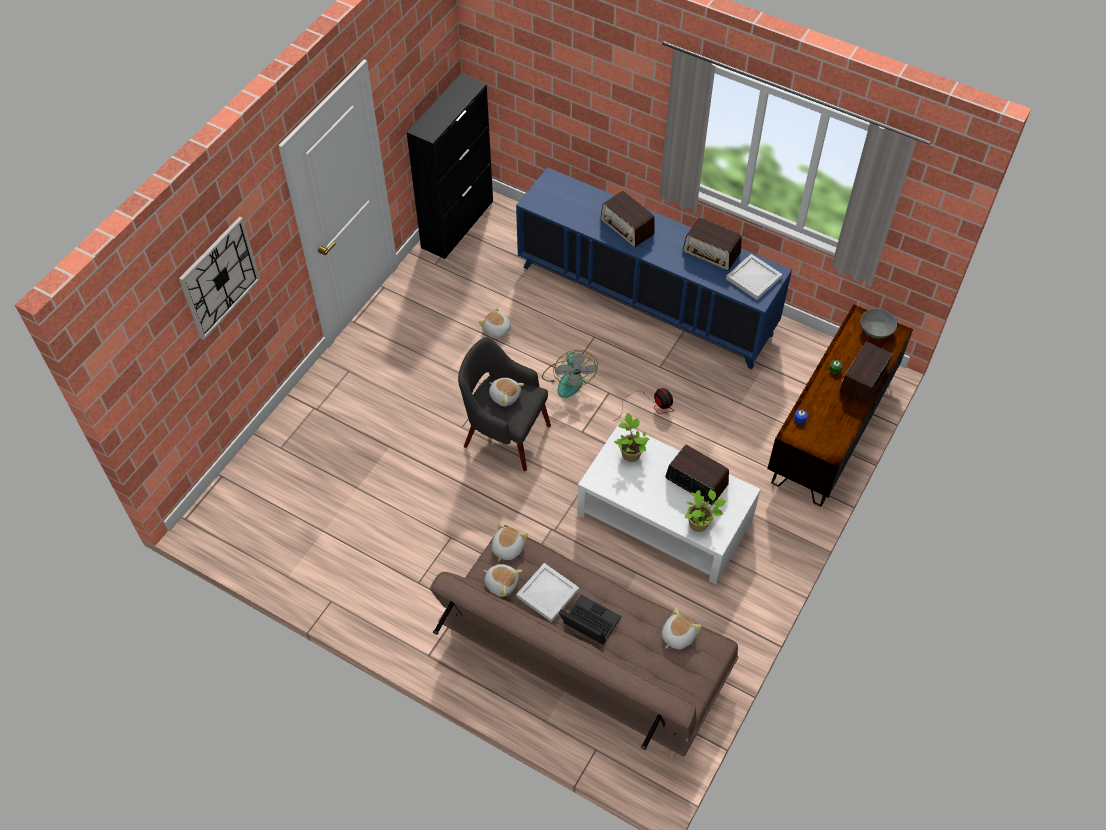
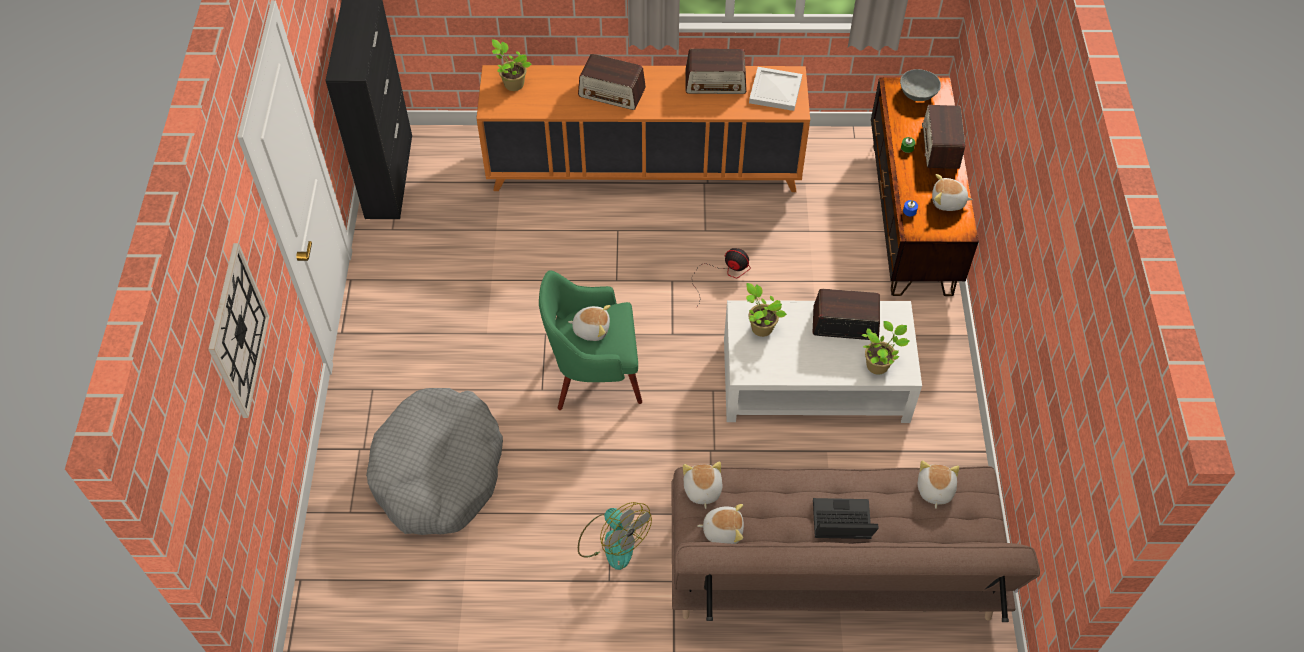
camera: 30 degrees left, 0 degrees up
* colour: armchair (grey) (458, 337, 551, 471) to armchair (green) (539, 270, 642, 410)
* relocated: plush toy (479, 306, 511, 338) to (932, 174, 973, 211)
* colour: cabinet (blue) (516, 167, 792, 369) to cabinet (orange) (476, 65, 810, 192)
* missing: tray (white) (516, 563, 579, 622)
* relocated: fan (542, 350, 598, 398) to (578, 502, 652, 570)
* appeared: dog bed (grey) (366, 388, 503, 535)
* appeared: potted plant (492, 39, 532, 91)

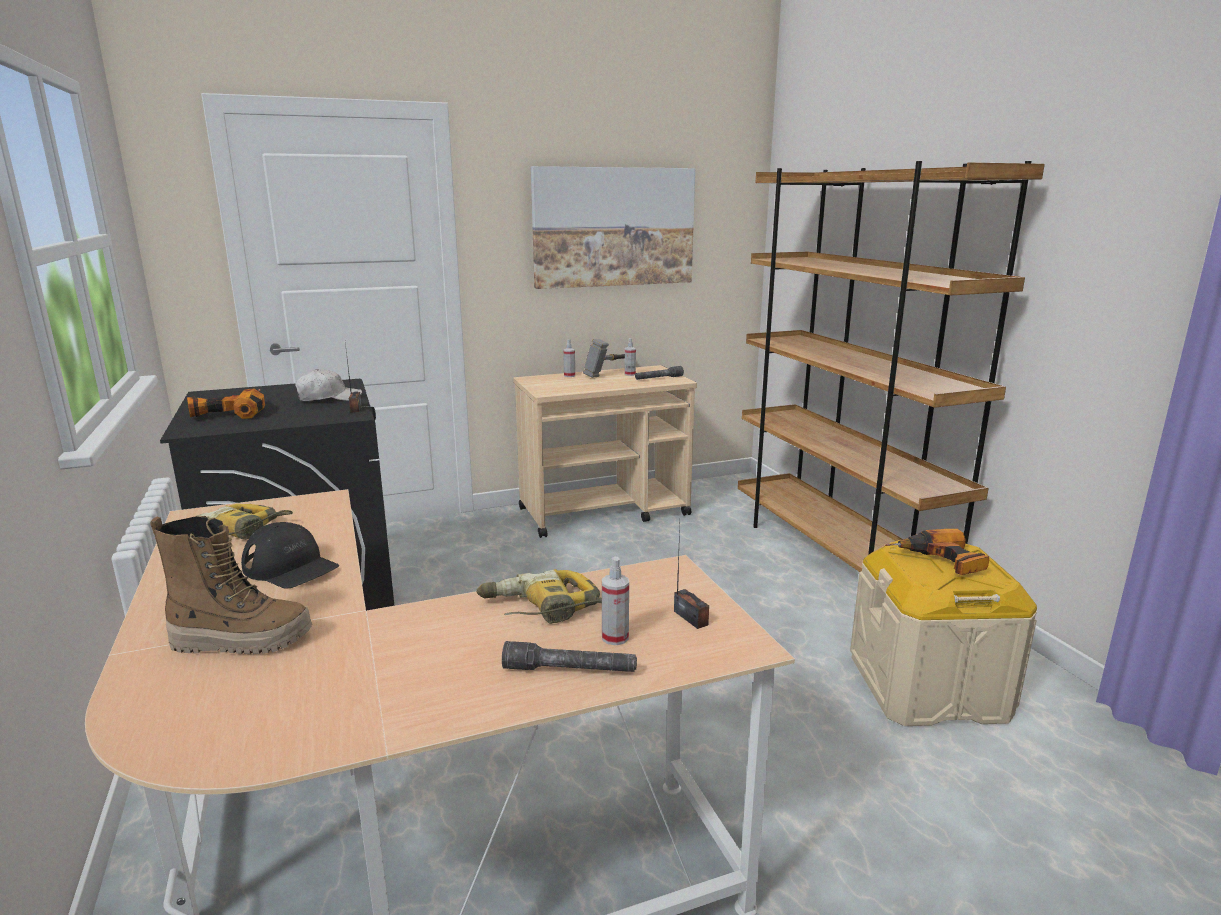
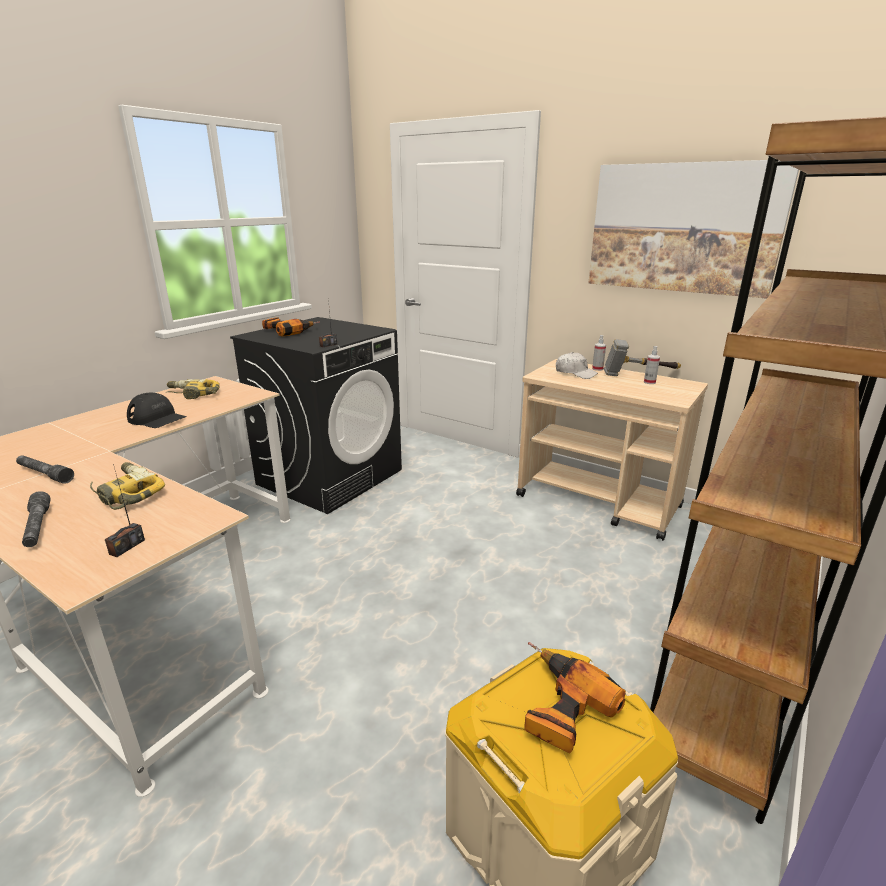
camera: 55 degrees right, 5 degrees up
* missing: boot (150, 516, 312, 654)
* spun: cap (black) (241, 522, 339, 589) = (127, 393, 187, 428) 60 degrees counterclockwise
* relocated: cap (white) (295, 369, 362, 401) to (556, 352, 598, 379)
* missing: spray bottle (602, 557, 629, 645)
* relocated: flashlight (grey) (635, 366, 684, 380) to (16, 455, 74, 484)

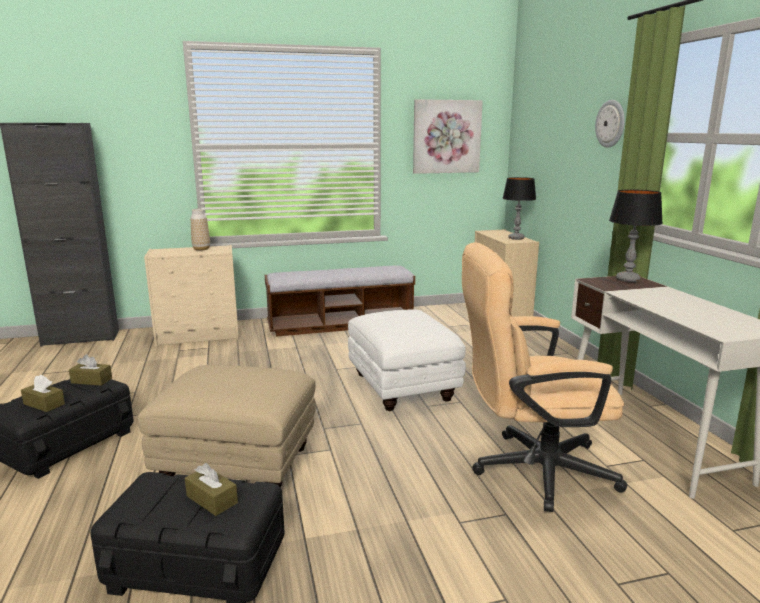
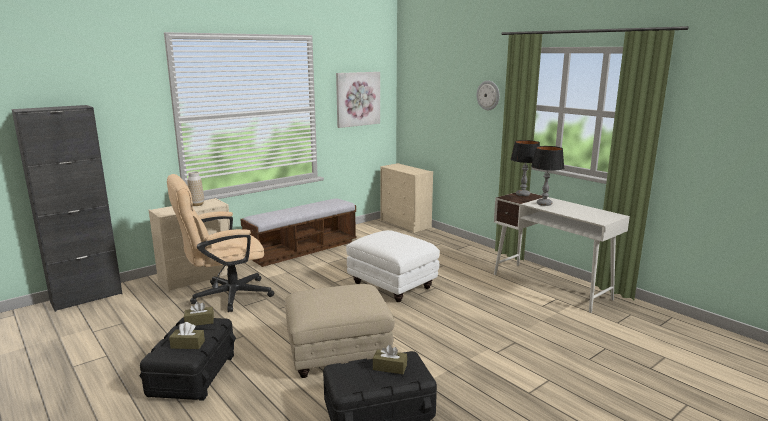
camera: 25 degrees left, 0 degrees up
* relocated: office chair (beige) (462, 242, 627, 512) to (167, 174, 274, 312)
* relocated: table lamp (502, 177, 536, 240) to (531, 146, 564, 206)

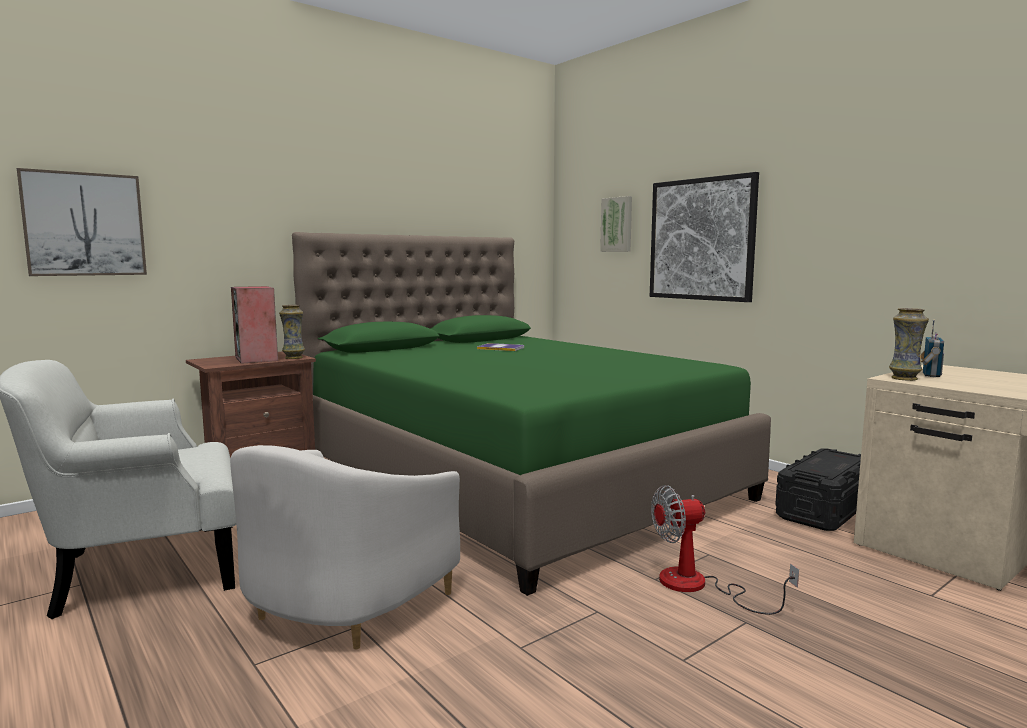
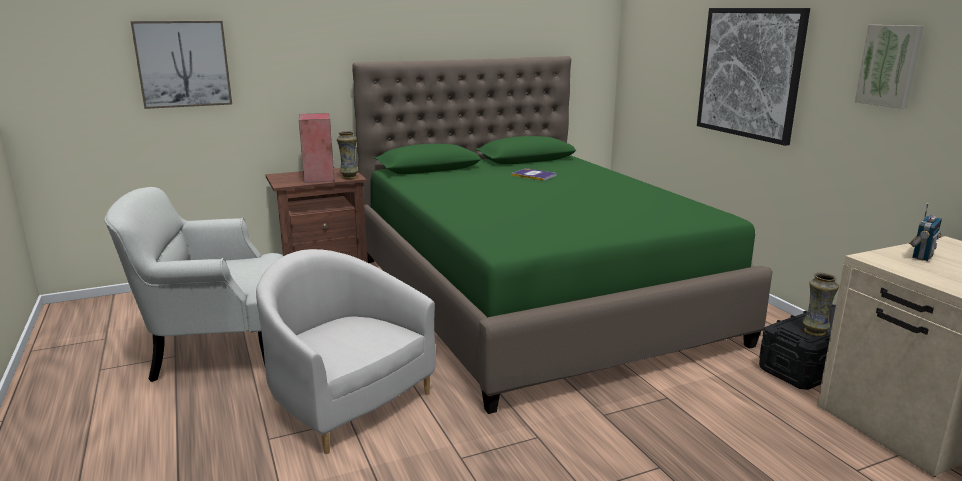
camera: 15 degrees right, 10 degrees up
* spun: armchair (white) (230, 445, 460, 649) = (256, 249, 436, 454) 90 degrees clockwise
* relocated: picture (600, 196, 632, 252) to (855, 25, 924, 109)
* missing: fan (651, 485, 799, 615)
* relocated: vase (889, 308, 929, 381) to (803, 273, 839, 336)

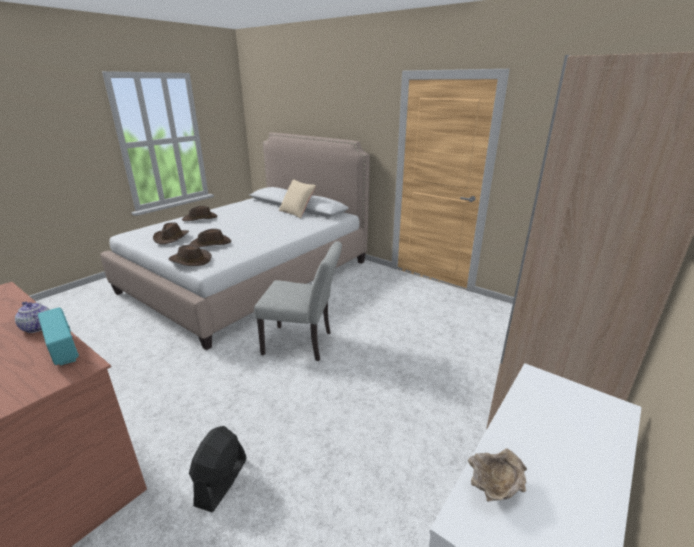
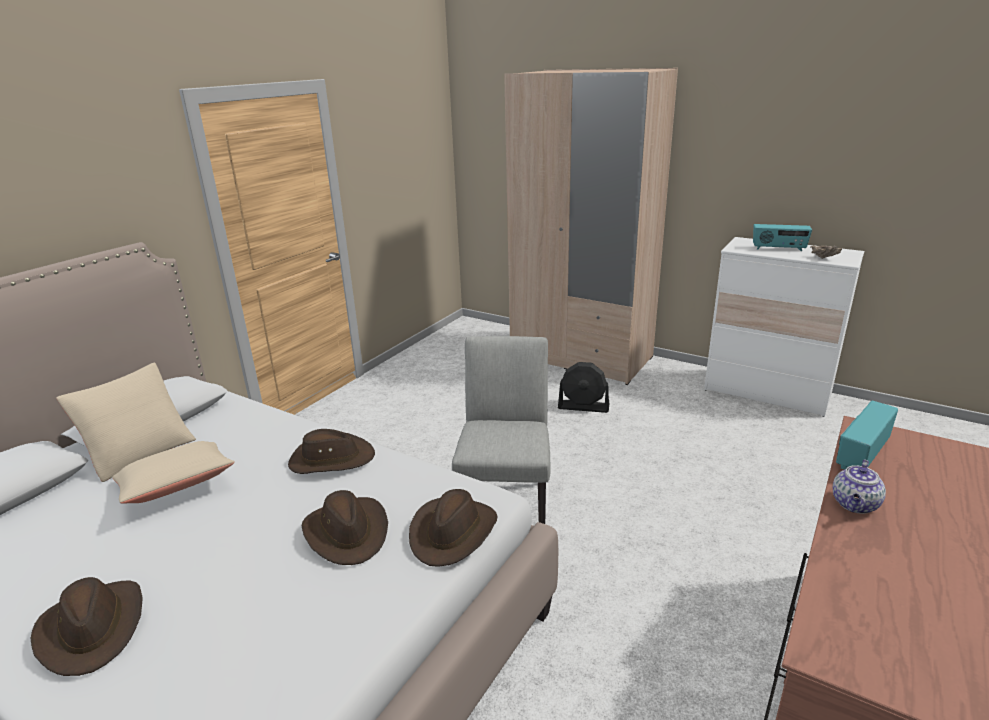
camera: 95 degrees left, 0 degrees up
* relocated: hat (brown) (153, 222, 189, 244) to (288, 429, 375, 474)
* relocated: fan (black) (189, 426, 247, 512) to (558, 362, 609, 413)
* appeared: pillow (beige) (112, 441, 235, 504)
* appeared: radio (753, 224, 812, 251)

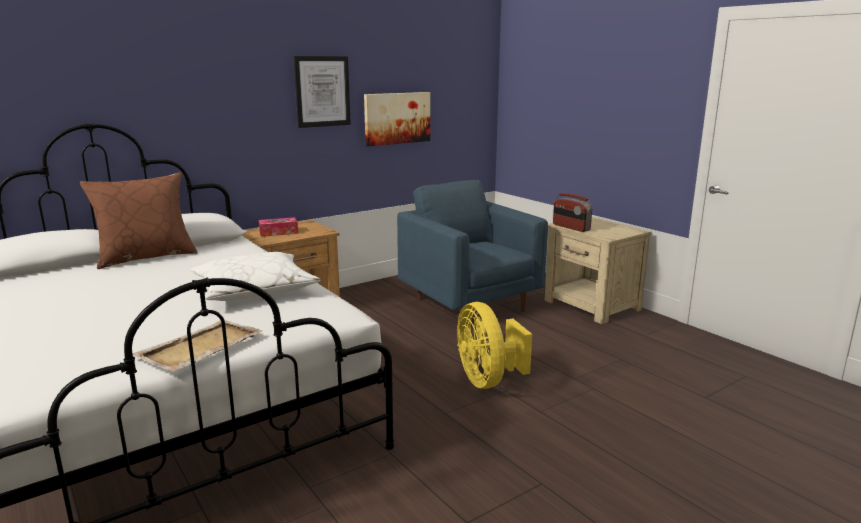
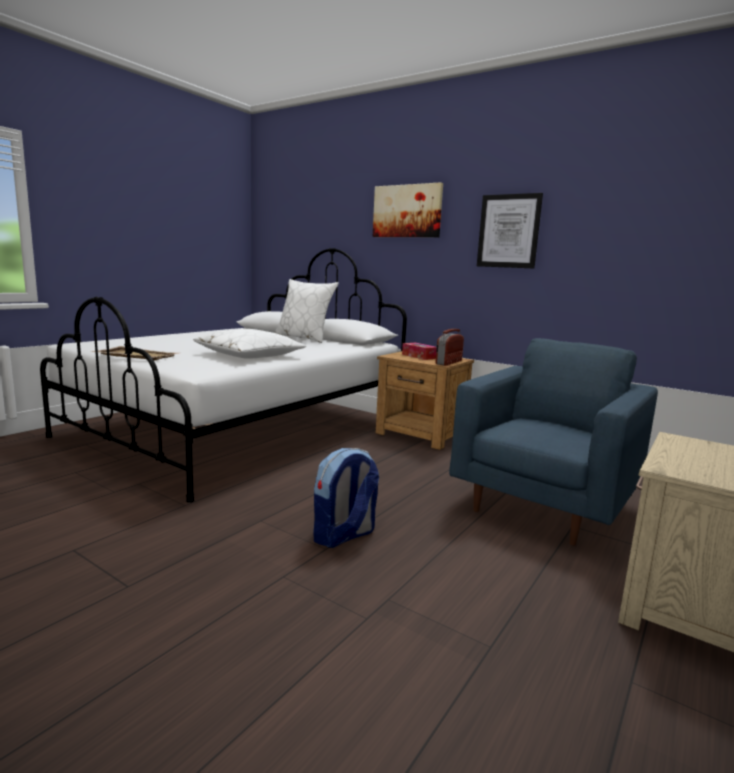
camera: 70 degrees right, 5 degrees down
* colour: pillow (brown) (80, 172, 198, 269) to pillow (white) (274, 279, 339, 343)
* relocated: picture (364, 92, 430, 146) to (373, 182, 443, 237)
* exchanged: fan (yellow) (457, 302, 532, 389) to backpack (313, 448, 379, 548)
* relocated: radio (553, 193, 592, 232) to (436, 329, 464, 366)

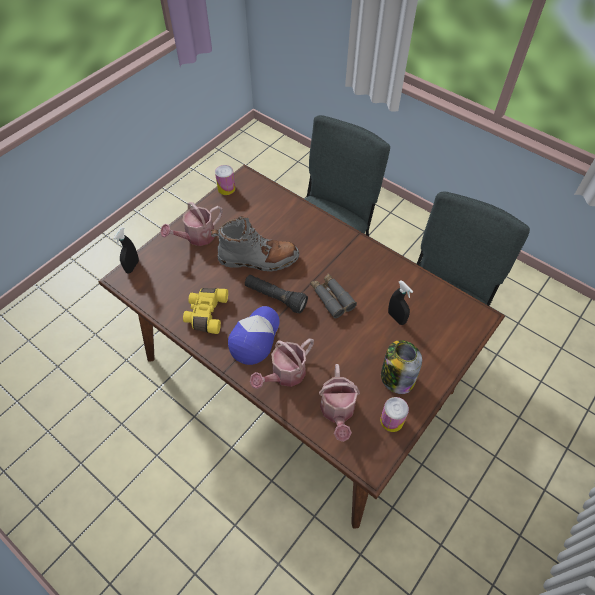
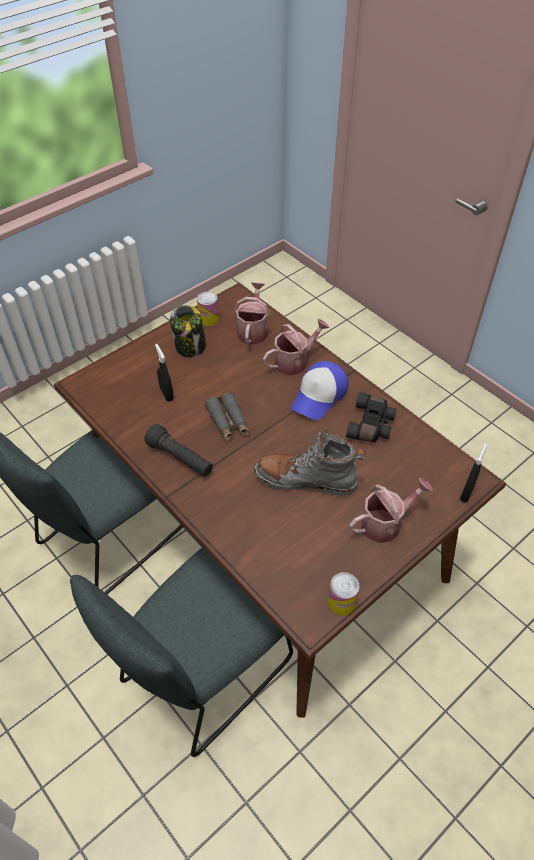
camera: 170 degrees left, 5 degrees down
* colour: binoculars (yellow) (183, 288, 228, 334) to binoculars (black) (346, 392, 396, 442)
* relocated: flashlight (black) (245, 275, 308, 314) to (144, 424, 213, 477)

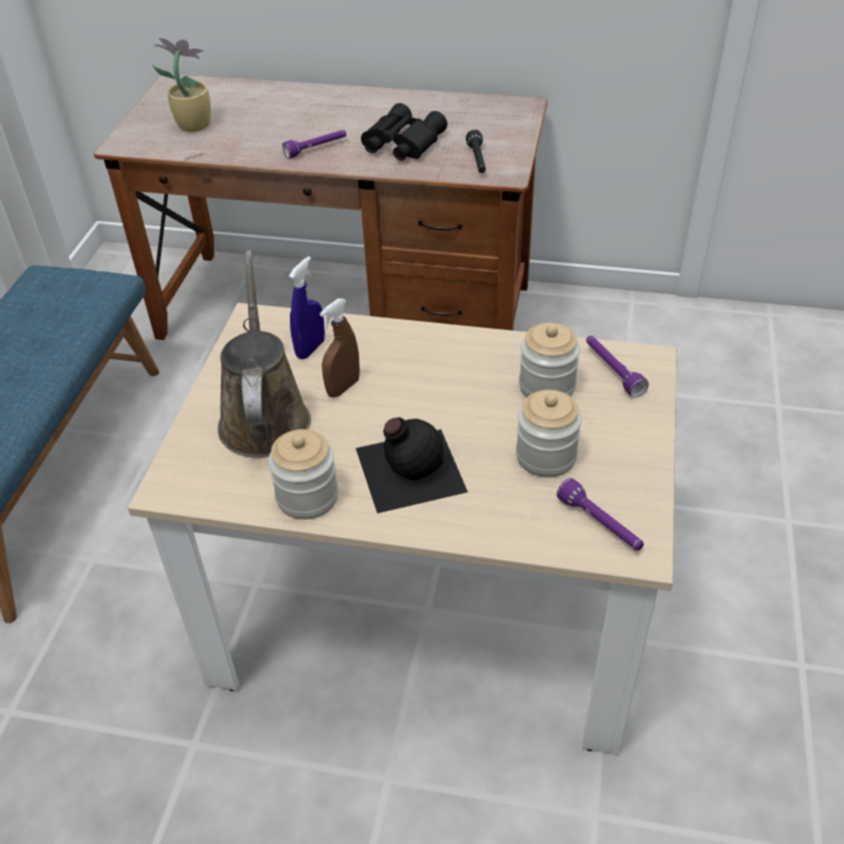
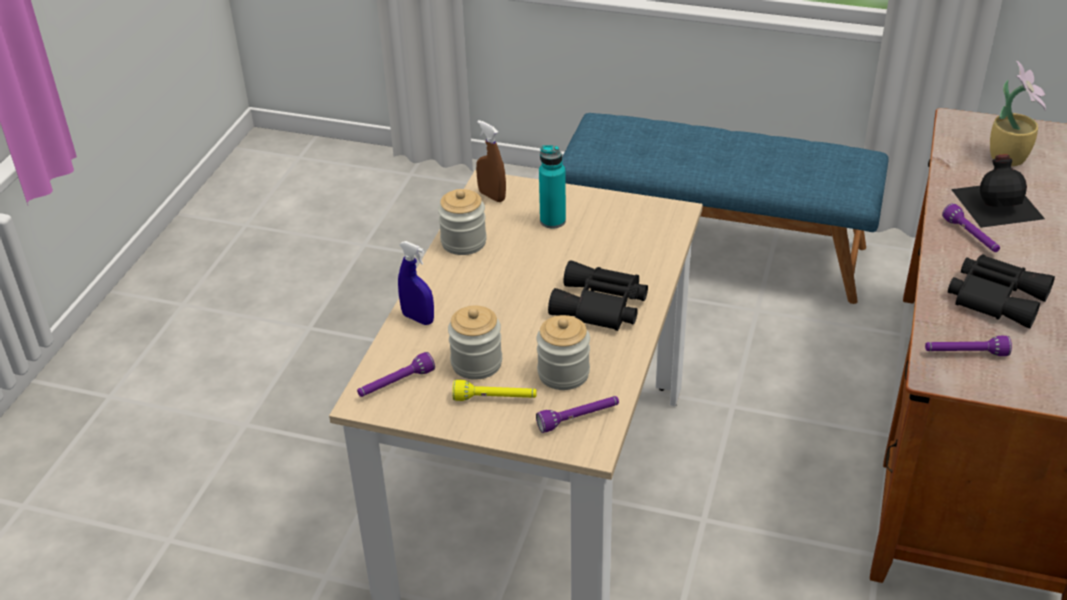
camera: 95 degrees right, 5 degrees down
* exchanged: watering can (brown) (218, 250, 311, 458) to bottle (turquoise) (539, 145, 566, 229)
* relocated: spray bottle (blue) (289, 256, 325, 359) to (398, 241, 434, 325)
* relocated: spray bottle (brown) (320, 298, 360, 398) to (476, 120, 506, 202)
* relocated: bottle (black) (356, 417, 468, 513) to (951, 155, 1045, 228)
* colour: flashlight (black) (466, 130, 486, 173) to flashlight (purple) (925, 336, 1012, 356)
* appeared: flashlight (yellow) (452, 380, 537, 401)
* appeared: binoculars (black) (548, 260, 648, 331)

